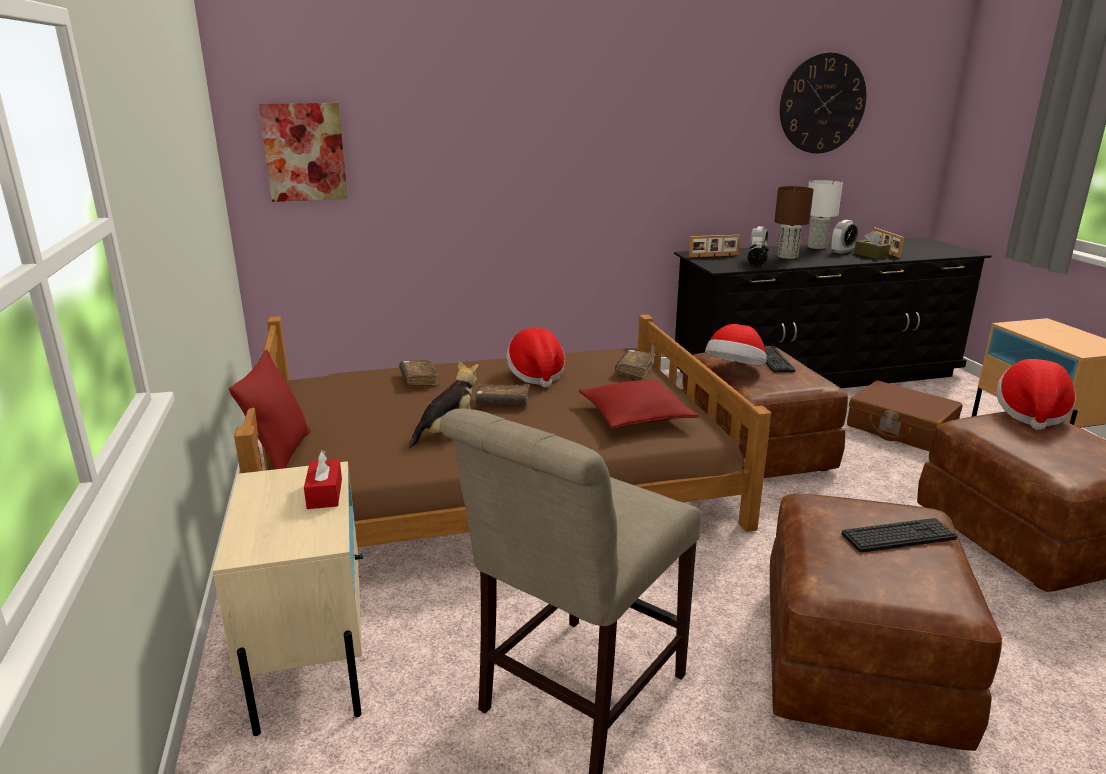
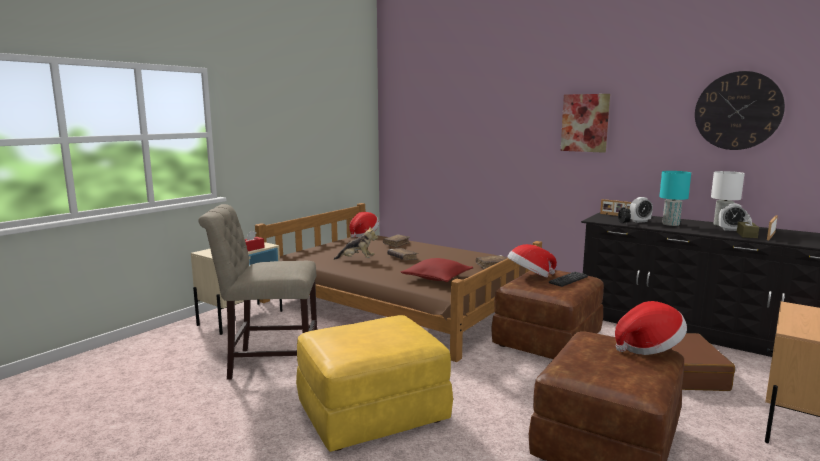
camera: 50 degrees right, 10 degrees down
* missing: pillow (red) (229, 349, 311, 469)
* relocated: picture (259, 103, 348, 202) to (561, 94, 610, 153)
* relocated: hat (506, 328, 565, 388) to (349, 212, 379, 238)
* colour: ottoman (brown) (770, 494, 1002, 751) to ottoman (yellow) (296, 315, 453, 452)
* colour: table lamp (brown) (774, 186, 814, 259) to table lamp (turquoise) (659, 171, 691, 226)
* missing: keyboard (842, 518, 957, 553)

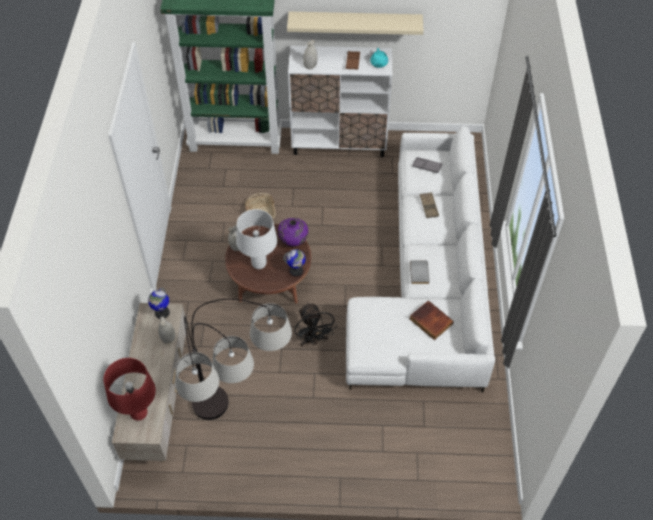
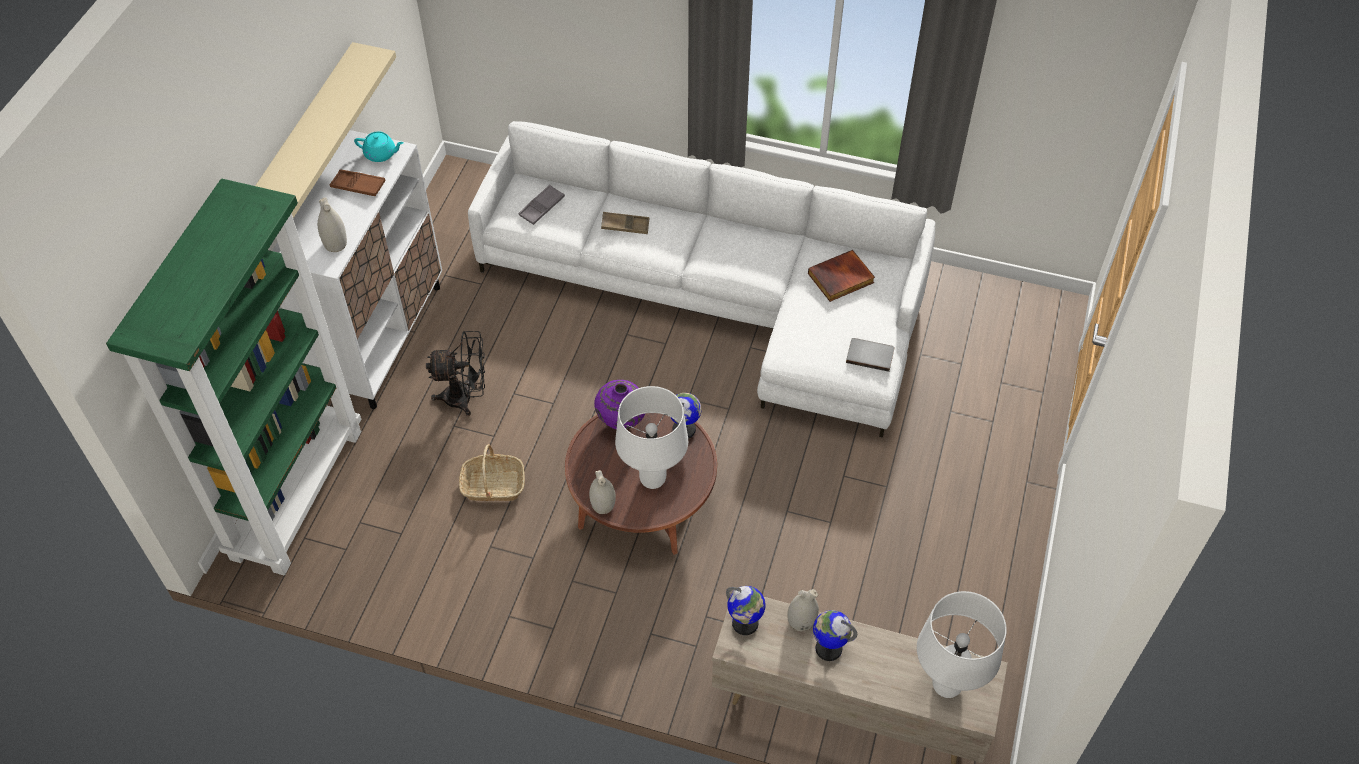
camera: 75 degrees left, 0 degrees up
* colour: table lamp (red) (104, 358, 156, 421) to table lamp (white) (917, 591, 1007, 698)
* missing: floor lamp (175, 299, 292, 420)
* relocated: fan (black) (294, 302, 337, 347) to (426, 331, 485, 416)
* relocated: book (grey) (410, 261, 429, 284) to (846, 338, 895, 372)
* appeared: globe (813, 610, 857, 661)

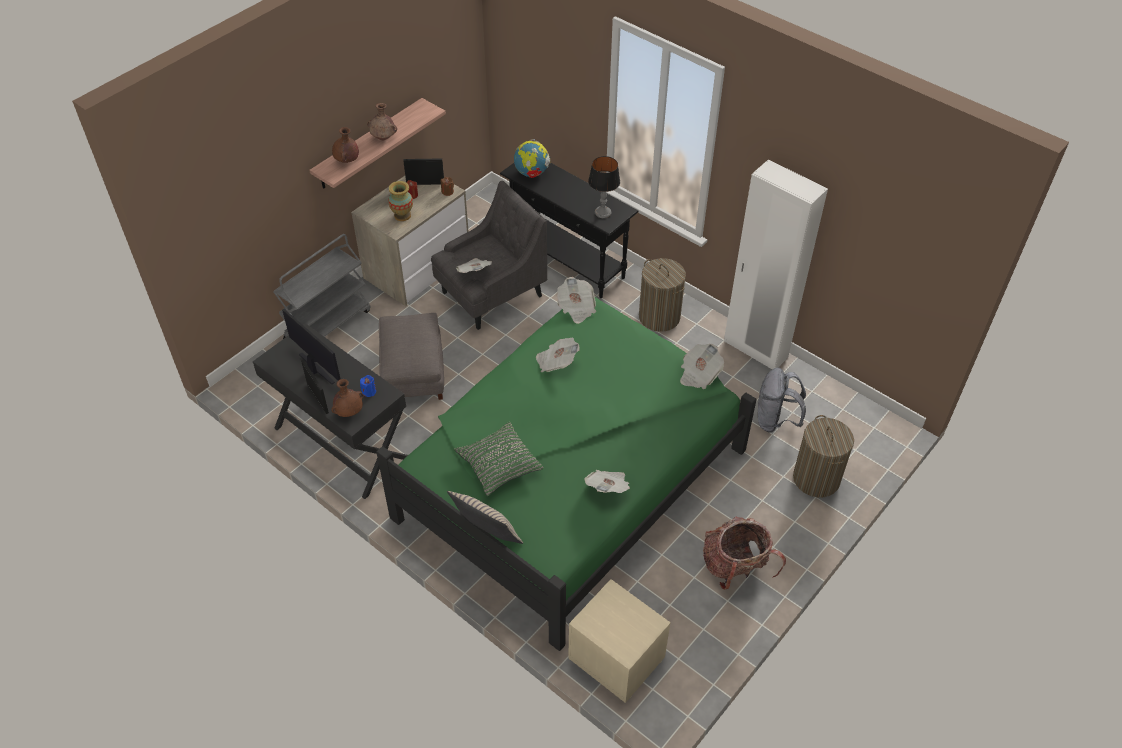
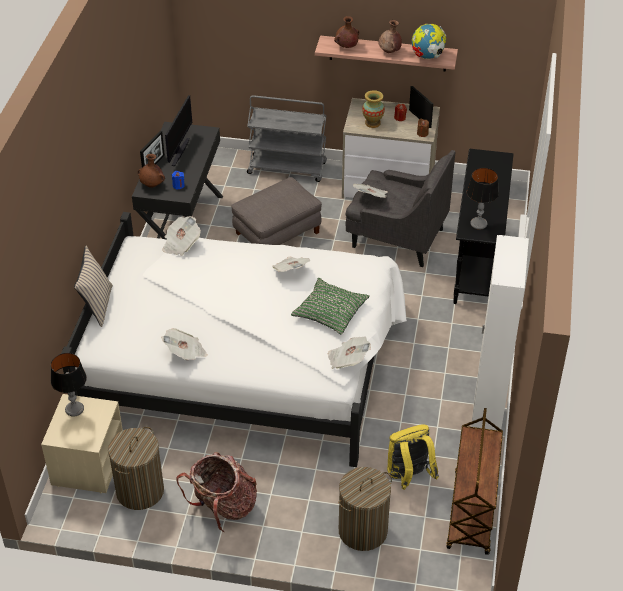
camera: 60 degrees right, 5 degrees down
* colour: bed (green) (376, 297, 757, 651) to bed (white) (61, 212, 407, 467)
* relocated: pillow (green) (454, 422, 544, 496) to (291, 278, 370, 334)
* relocated: globe (514, 139, 551, 178) to (412, 24, 447, 59)
* relocated: newspaper (557, 277, 596, 324) to (162, 216, 201, 256)
* relocated: laundry basket (639, 258, 686, 332) to (108, 427, 164, 510)
* colour: backpack (grey) (758, 368, 806, 433) to backpack (yellow) (387, 424, 439, 490)
* appeared: table lamp (51, 353, 87, 417)
* appeared: cart (brown) (446, 408, 503, 555)

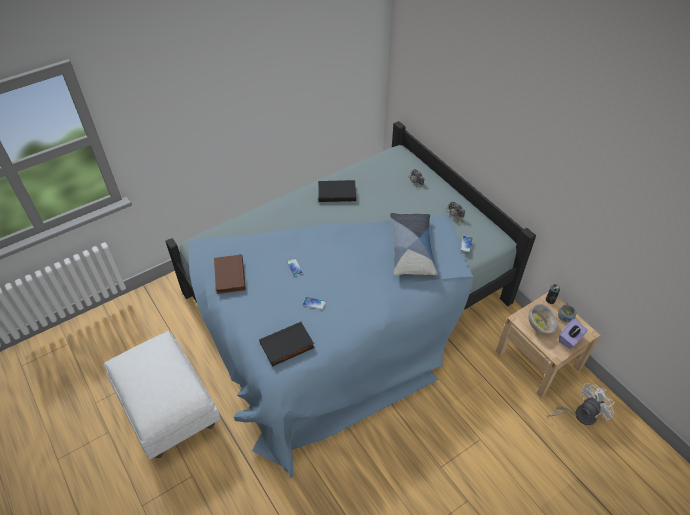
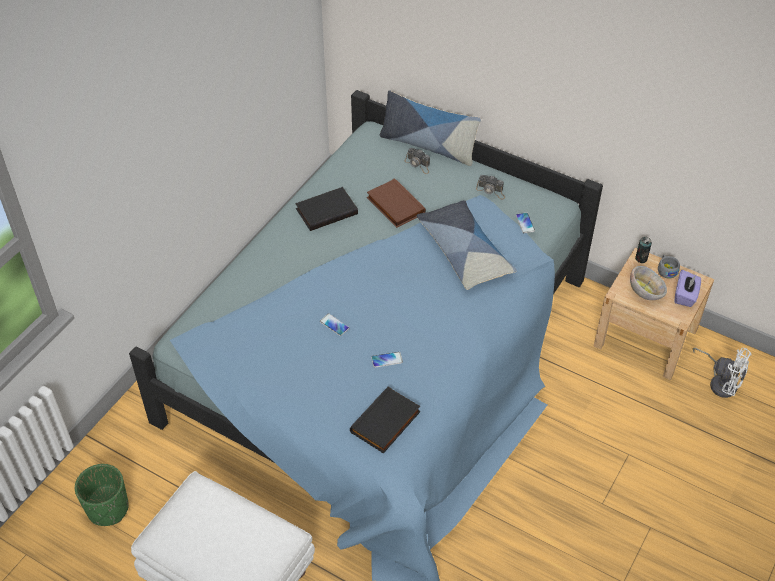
camera: 25 degrees left, 0 degrees up
* relocated: book (brown) (214, 254, 246, 294) to (367, 178, 426, 228)
* spun: fan (white) (547, 383, 615, 425) = (693, 348, 752, 398) 90 degrees clockwise
* appeared: planter (green) (75, 464, 129, 526)
* appeared: pillow (380, 90, 481, 166)

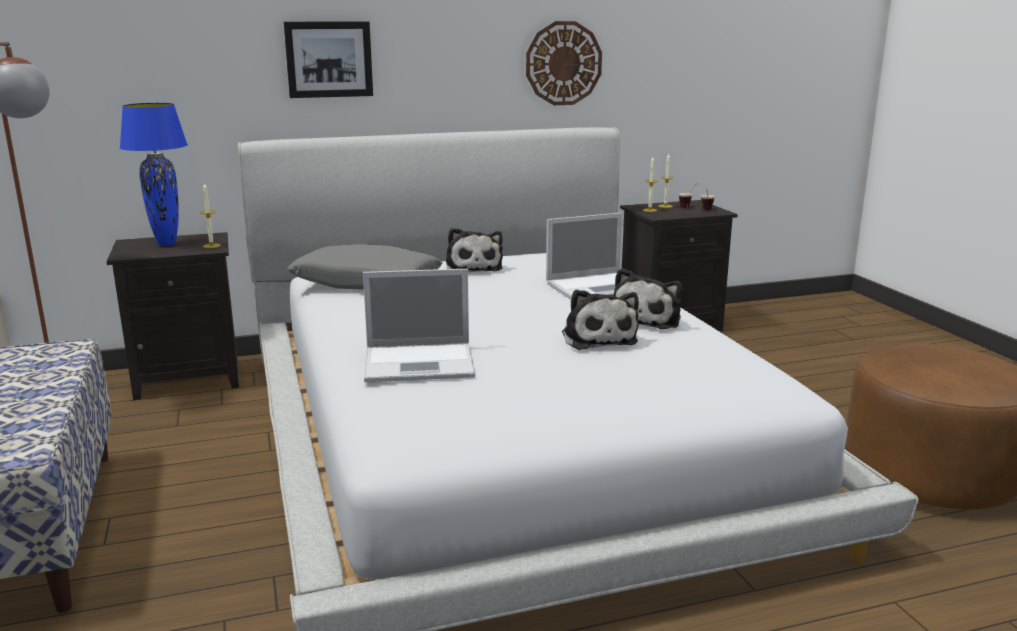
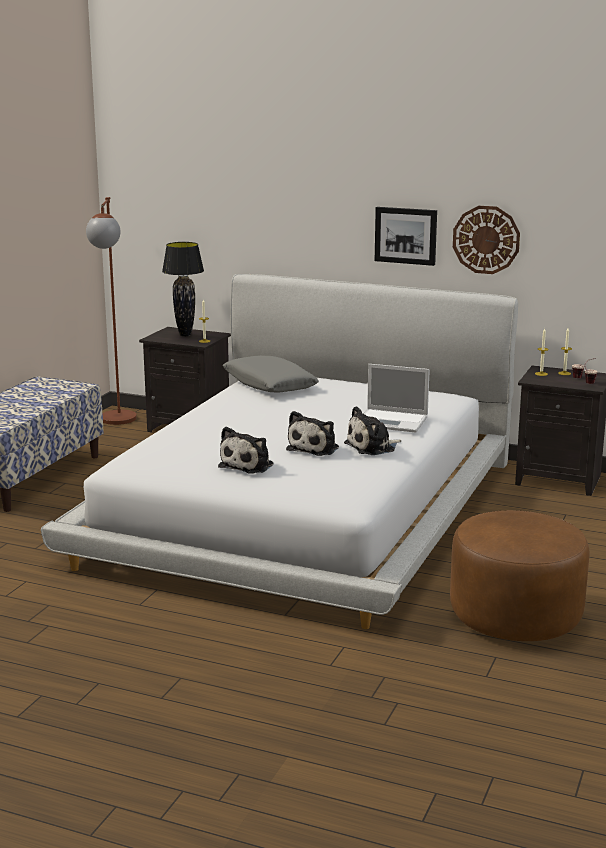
camera: 40 degrees right, 0 degrees up
* colour: table lamp (blue) (120, 103, 188, 246) to table lamp (black) (162, 242, 204, 336)
* relocated: picture (284, 21, 373, 98) to (375, 207, 437, 266)
* missing: laptop (363, 269, 475, 382)
* relocated: plush toy (446, 228, 503, 272) to (218, 427, 273, 474)

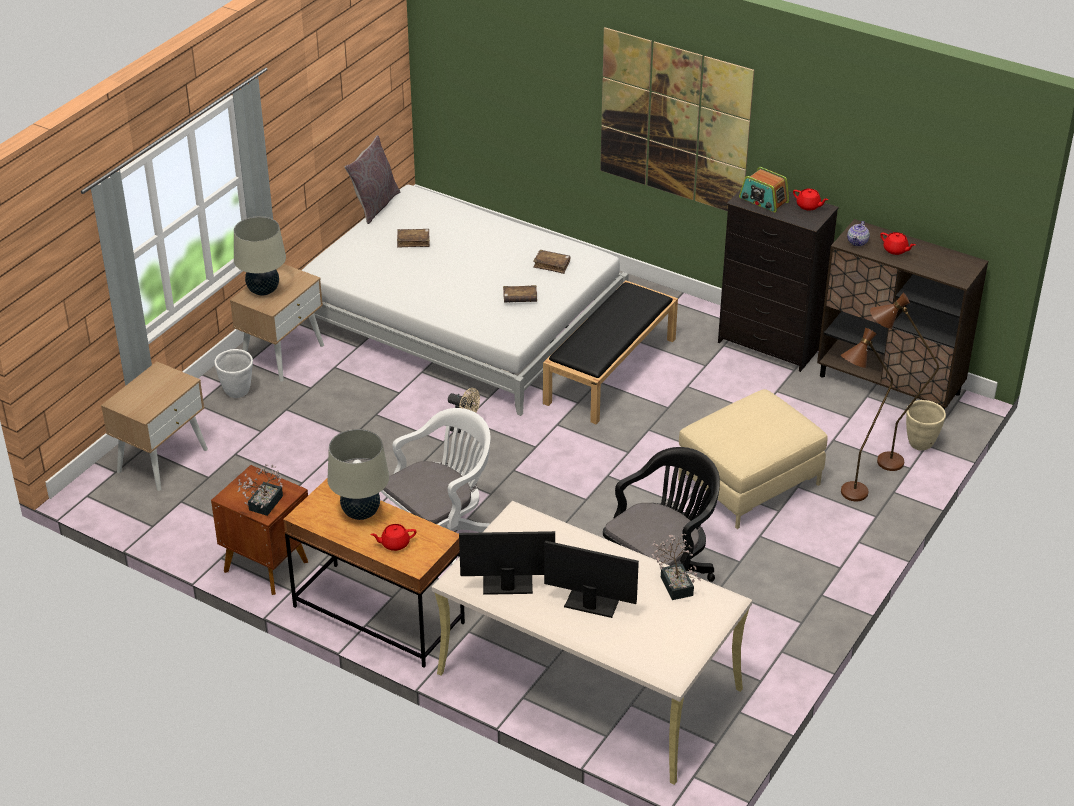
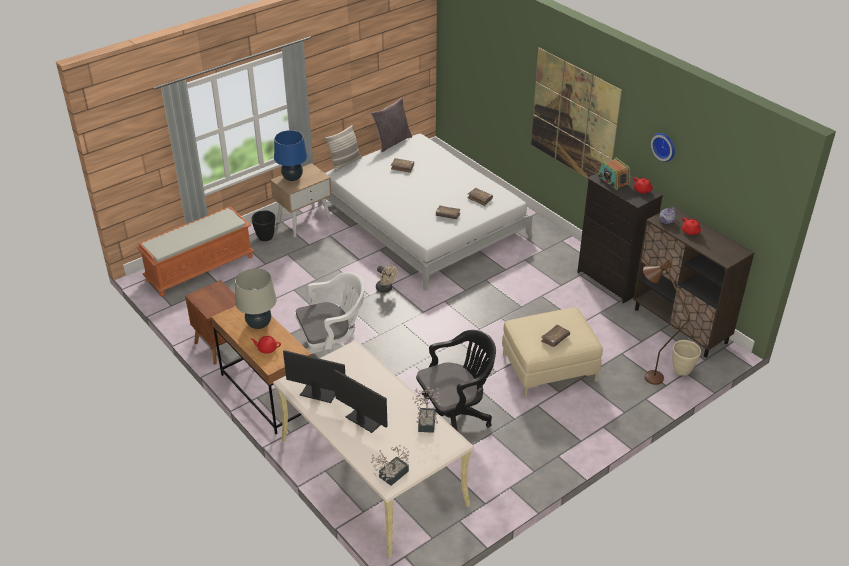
camera: 20 degrees right, 0 degrees up
* exchanged: nightstand (beige) (101, 361, 208, 491) to bench (orange) (137, 207, 254, 297)
* colour: planter (white) (214, 349, 253, 398) to planter (black) (251, 210, 275, 241)
* colour: table lamp (beige) (234, 216, 286, 295) to table lamp (blue) (274, 130, 307, 181)
* relocated: potted plant (238, 464, 283, 516) to (371, 445, 409, 486)
* missing: bench (black) (543, 280, 678, 424)
* missing: floor lamp (brown) (841, 328, 893, 501)
* appeared: pillow (325, 125, 362, 172)
* appeared: book (brown) (541, 325, 570, 347)
* appeared: wall clock (651, 133, 675, 162)

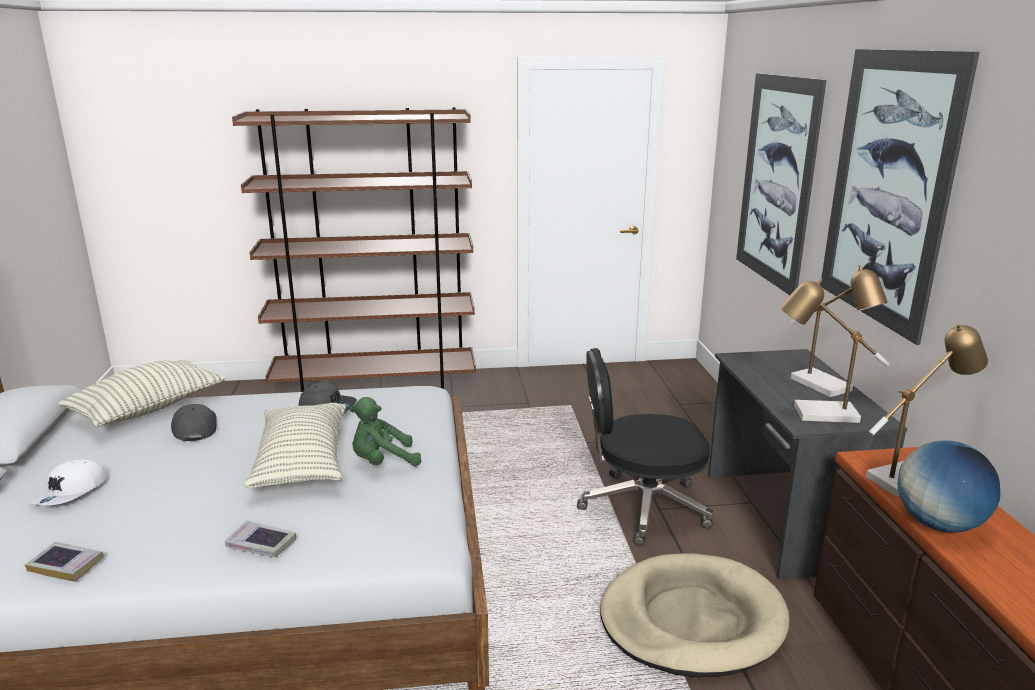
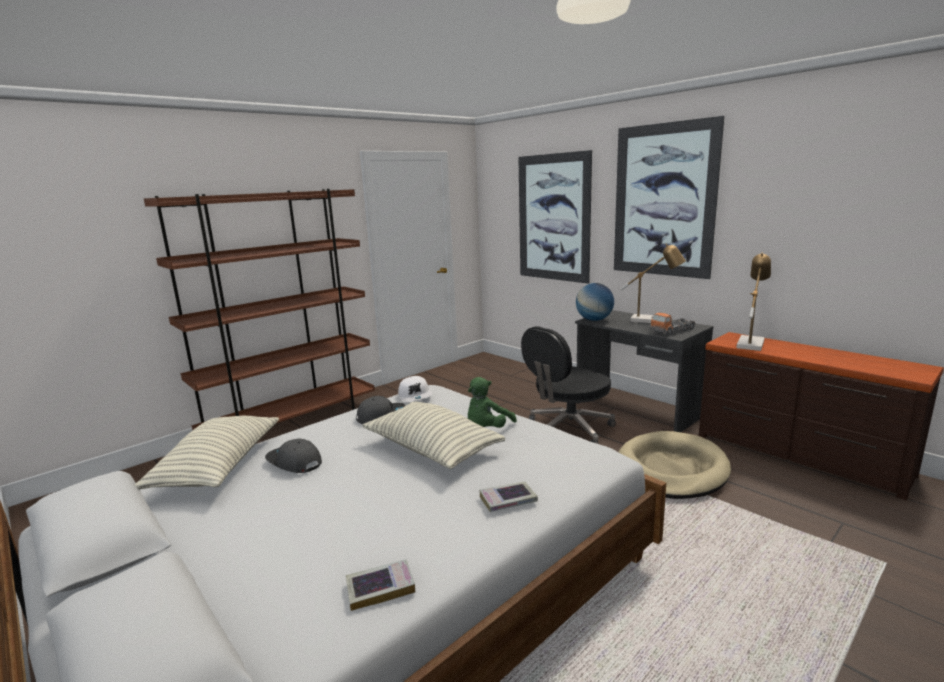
camera: 35 degrees left, 5 degrees down
* relocated: cap (white) (29, 459, 107, 505) to (398, 376, 432, 402)
* exchanged: table lamp (780, 279, 890, 423) to toy truck (650, 312, 696, 335)
* relocated: globe (897, 440, 1001, 533) to (576, 283, 614, 321)

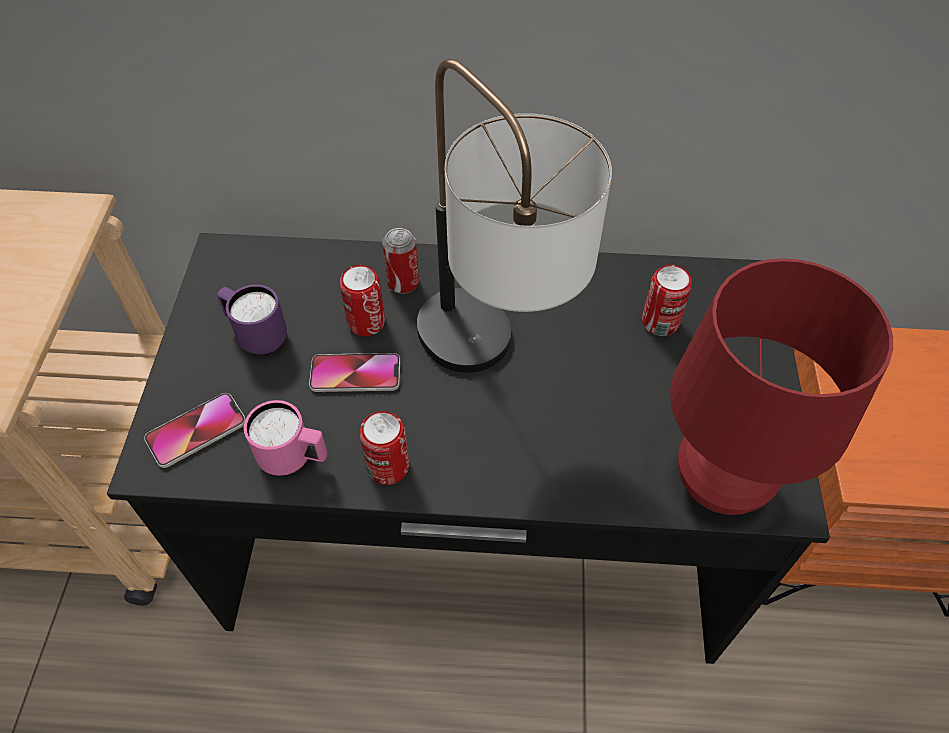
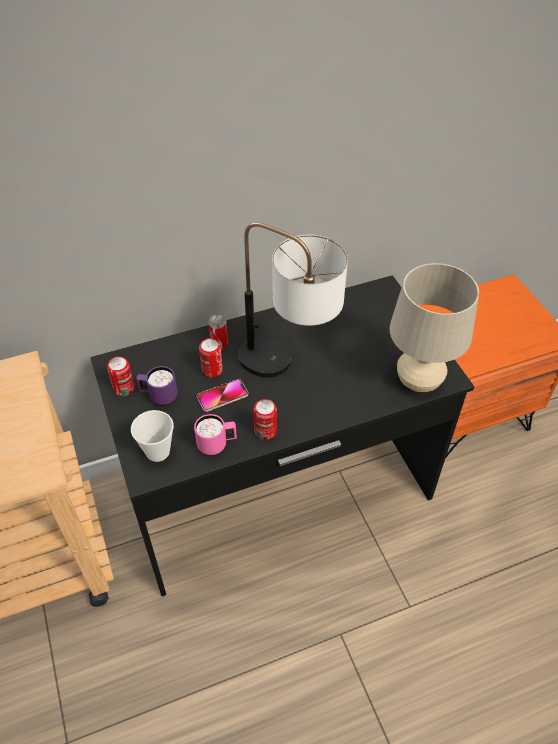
camera: 25 degrees left, 5 degrees down
* exchanged: phone (144, 393, 246, 468) to cup (131, 410, 174, 462)
* relocated: can (642, 265, 692, 336) to (107, 356, 135, 396)
* colour: table lamp (red) (670, 258, 893, 515) to table lamp (beige) (390, 263, 479, 392)

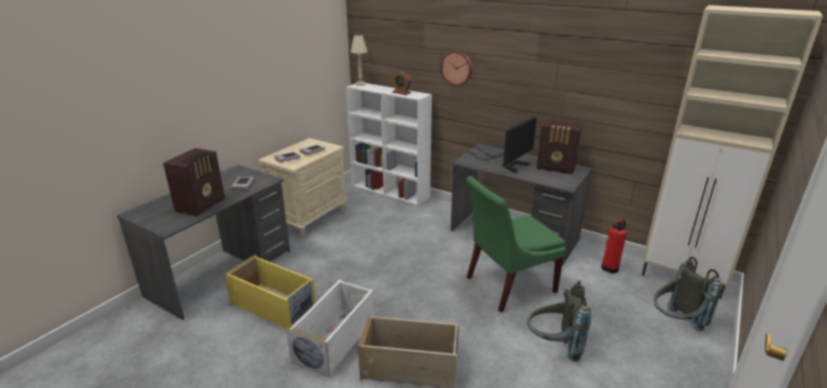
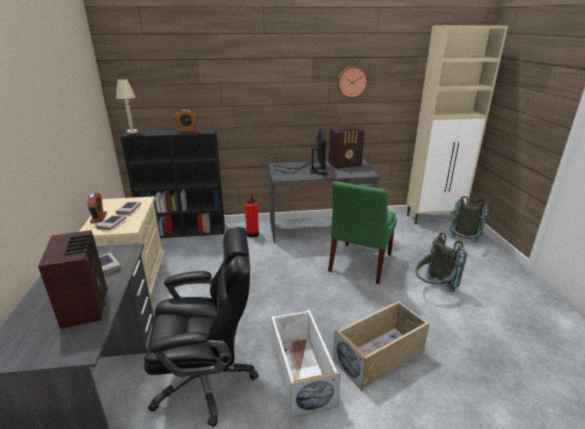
camera: 40 degrees left, 0 degrees up
* exchanged: storage box (yellow) (225, 254, 316, 329) to office chair (black) (144, 227, 259, 427)
* colour: bookcase (white) (346, 83, 432, 206) to bookcase (black) (120, 128, 225, 238)
* relocated: wall clock (441, 51, 472, 85) to (337, 66, 368, 98)
* relocated: fire extinguisher (601, 219, 627, 273) to (245, 195, 259, 237)
* appeared: alarm clock (87, 192, 107, 223)

